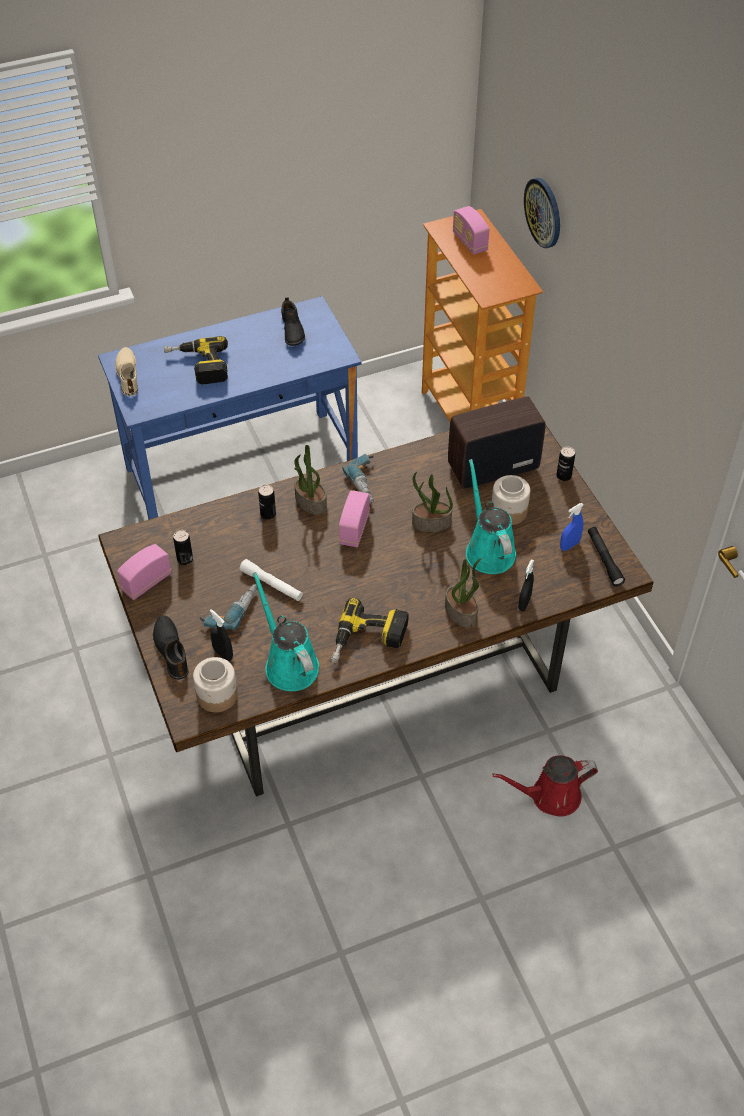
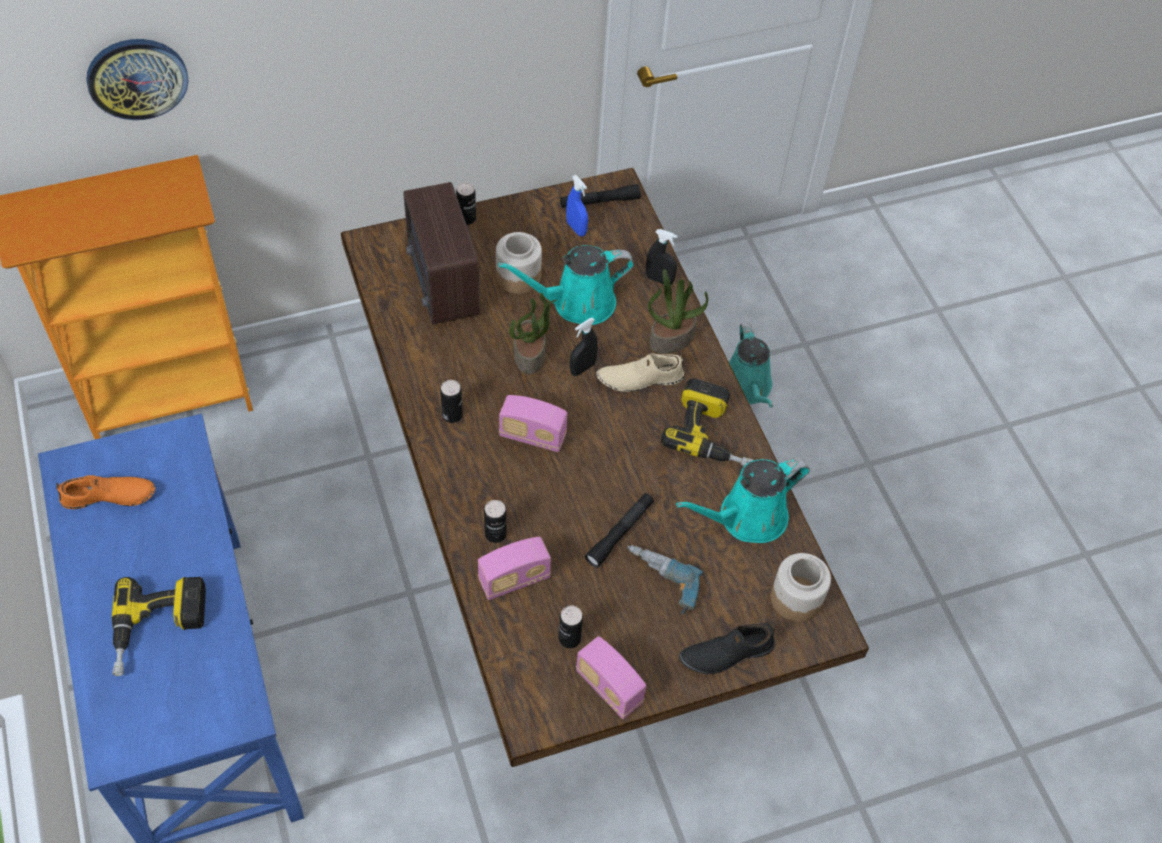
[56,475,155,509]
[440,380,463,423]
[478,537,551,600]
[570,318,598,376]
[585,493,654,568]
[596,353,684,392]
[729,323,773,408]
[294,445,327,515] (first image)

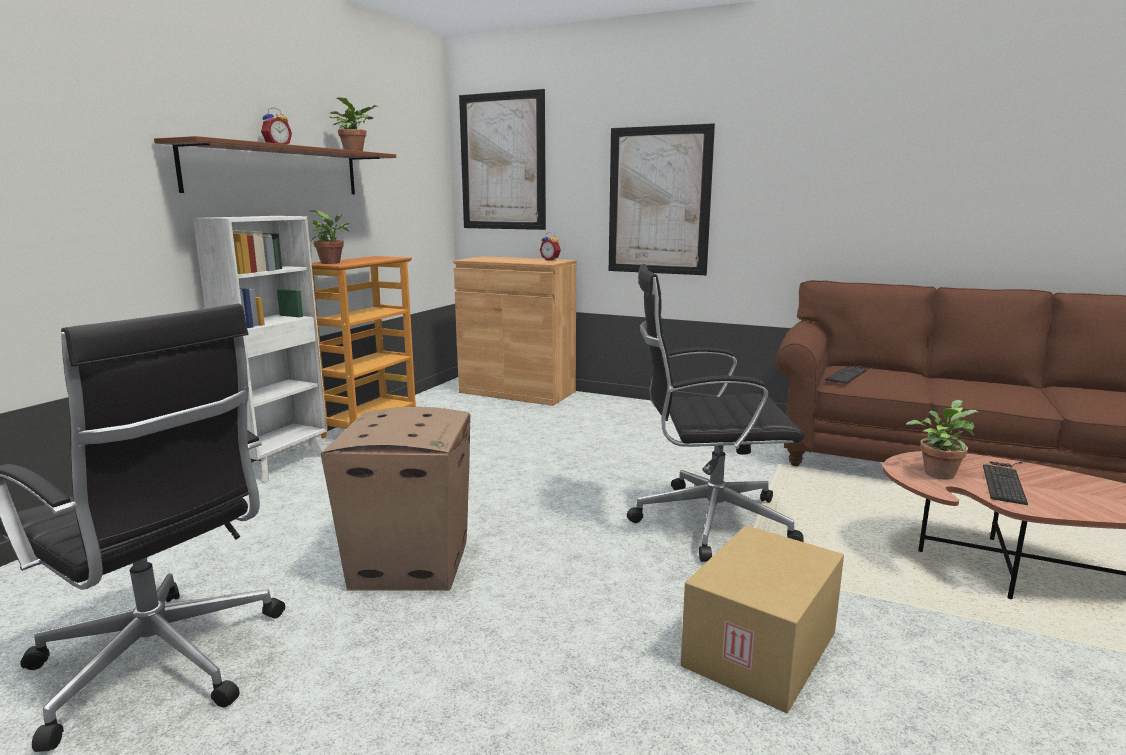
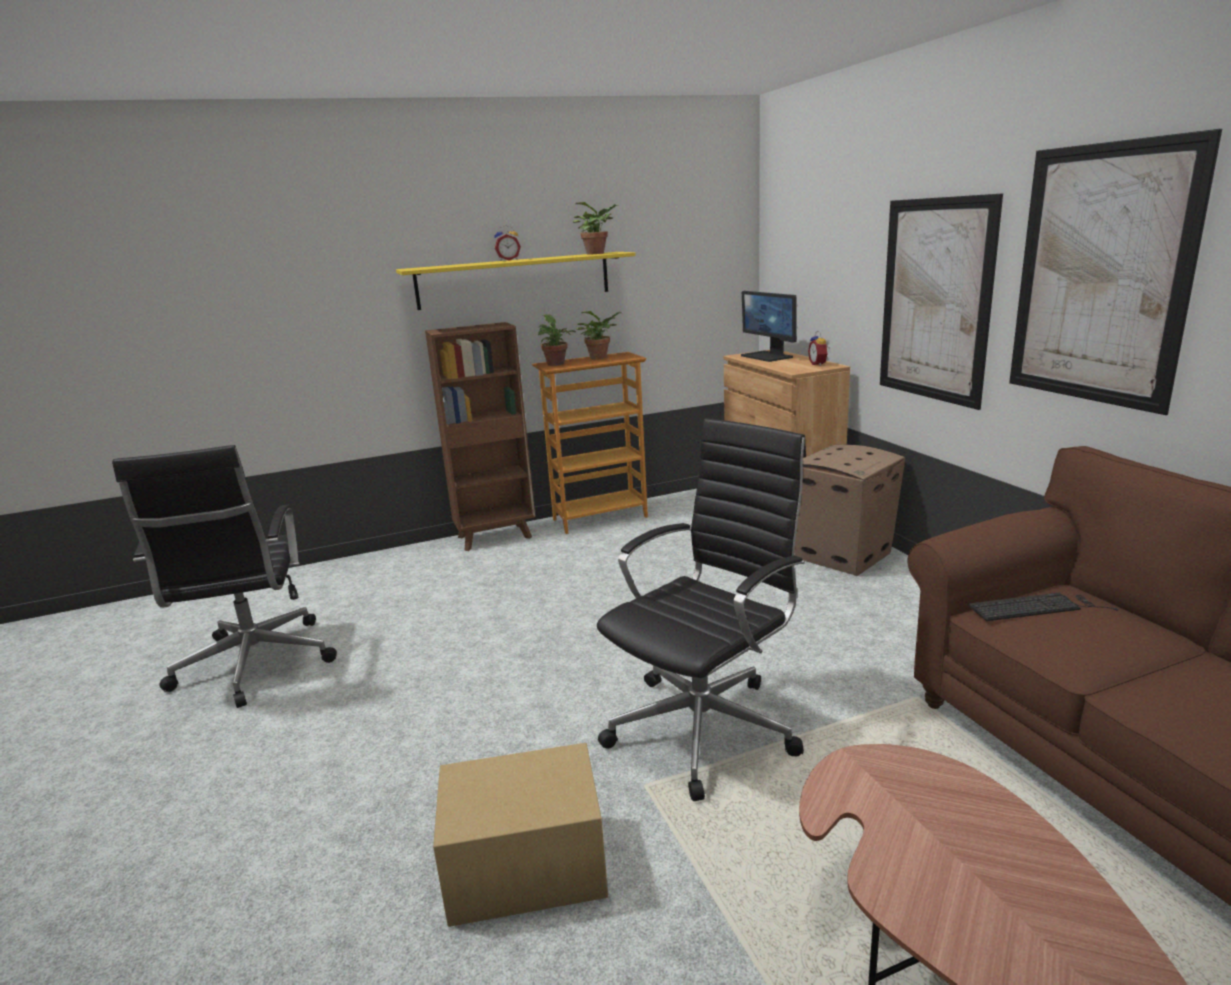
[396,252,636,310]
[425,322,535,551]
[576,311,622,359]
[597,418,806,801]
[741,291,797,362]
[794,445,905,576]
[1009,129,1222,415]
[983,461,1028,505] (first image)

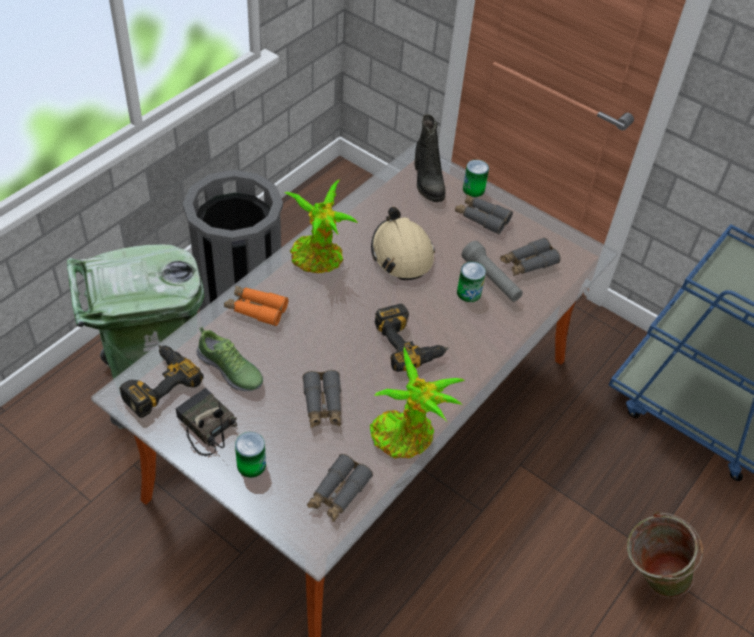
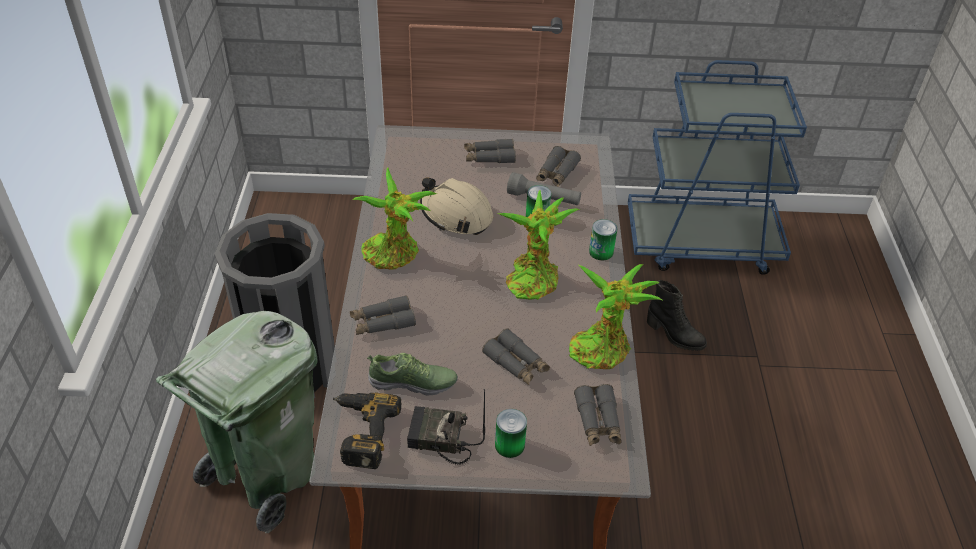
[350,295,416,335]
[497,190,581,300]
[589,219,618,260]
[647,280,707,351]
[627,512,703,598] (first image)

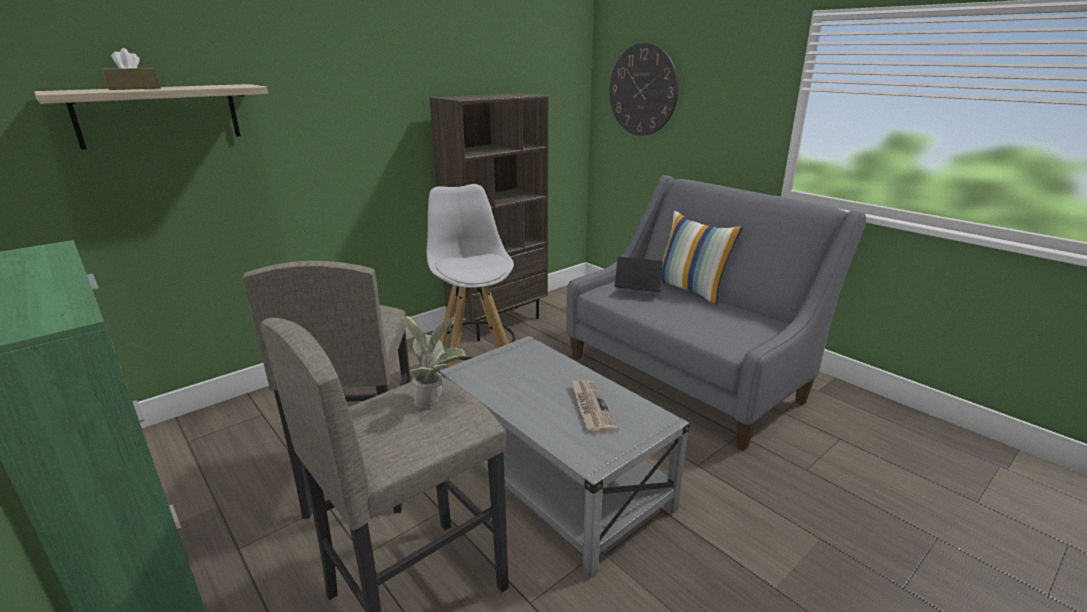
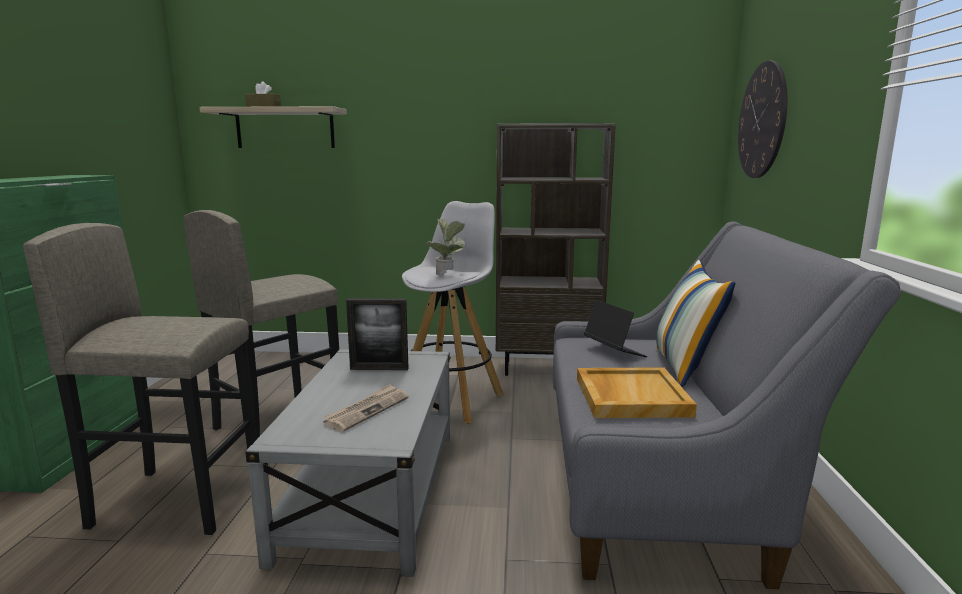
[346,298,408,370]
[426,218,465,275]
[577,367,697,418]

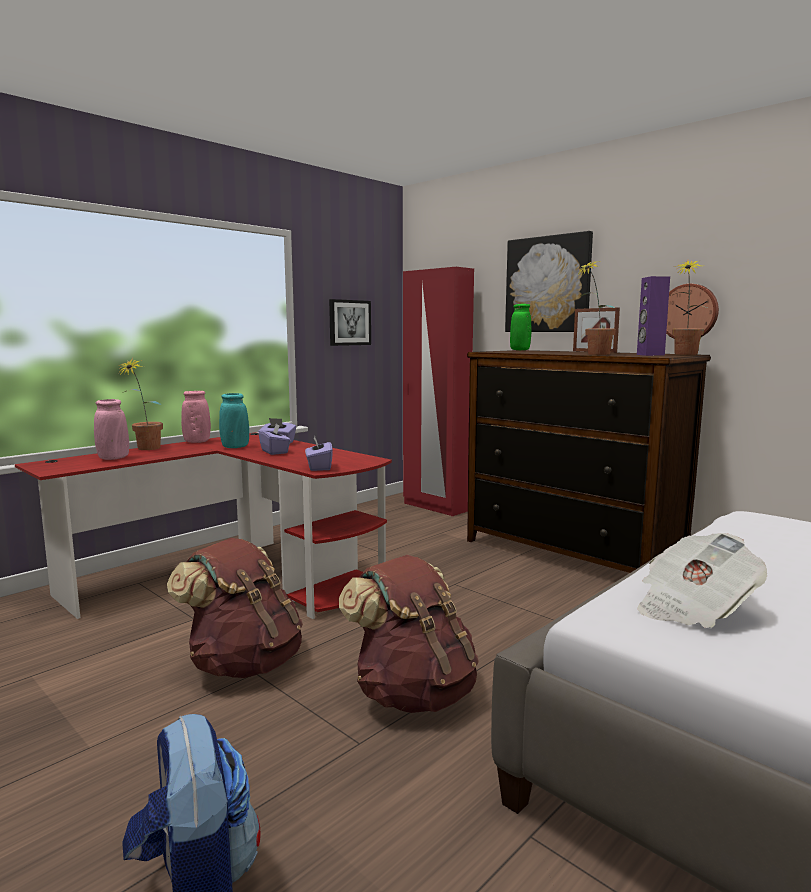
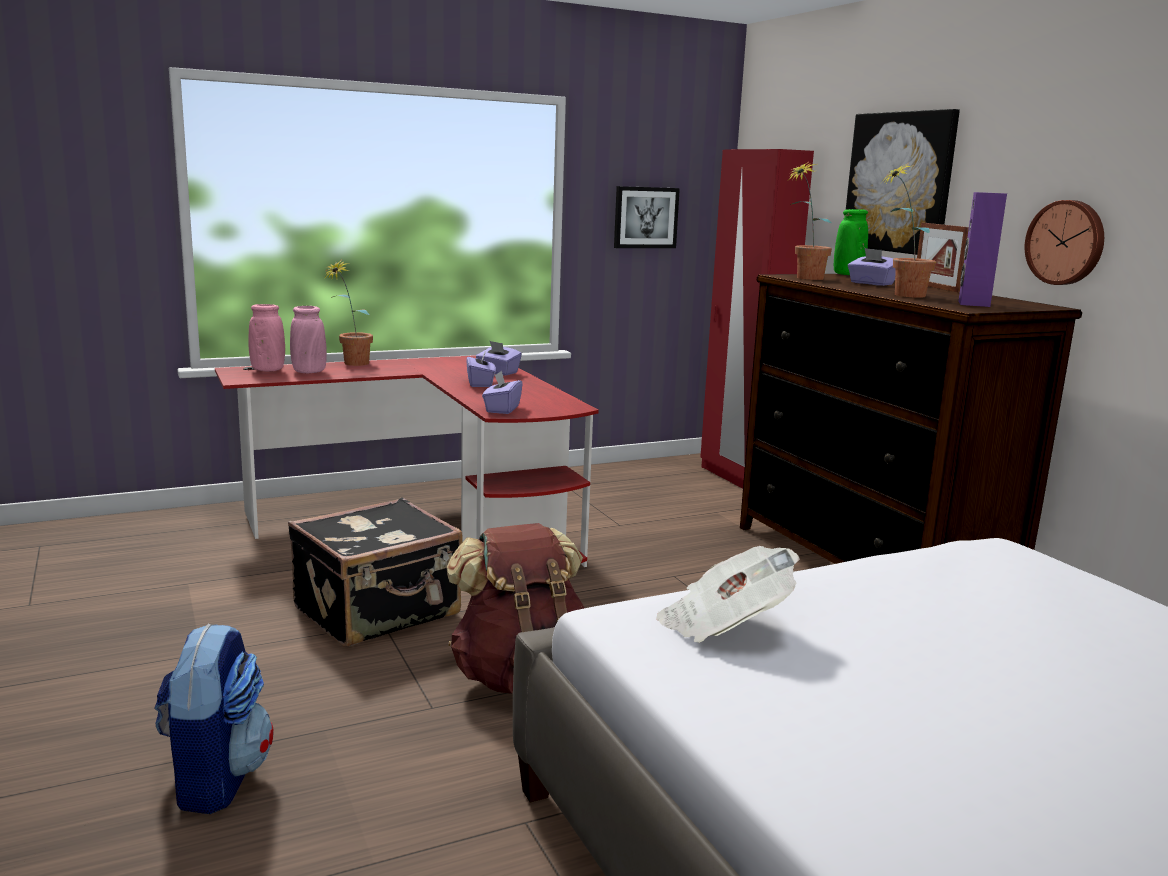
[248,304,285,372]
[288,497,463,647]
[787,161,832,280]
[848,248,896,286]
[219,393,249,448] (first image)

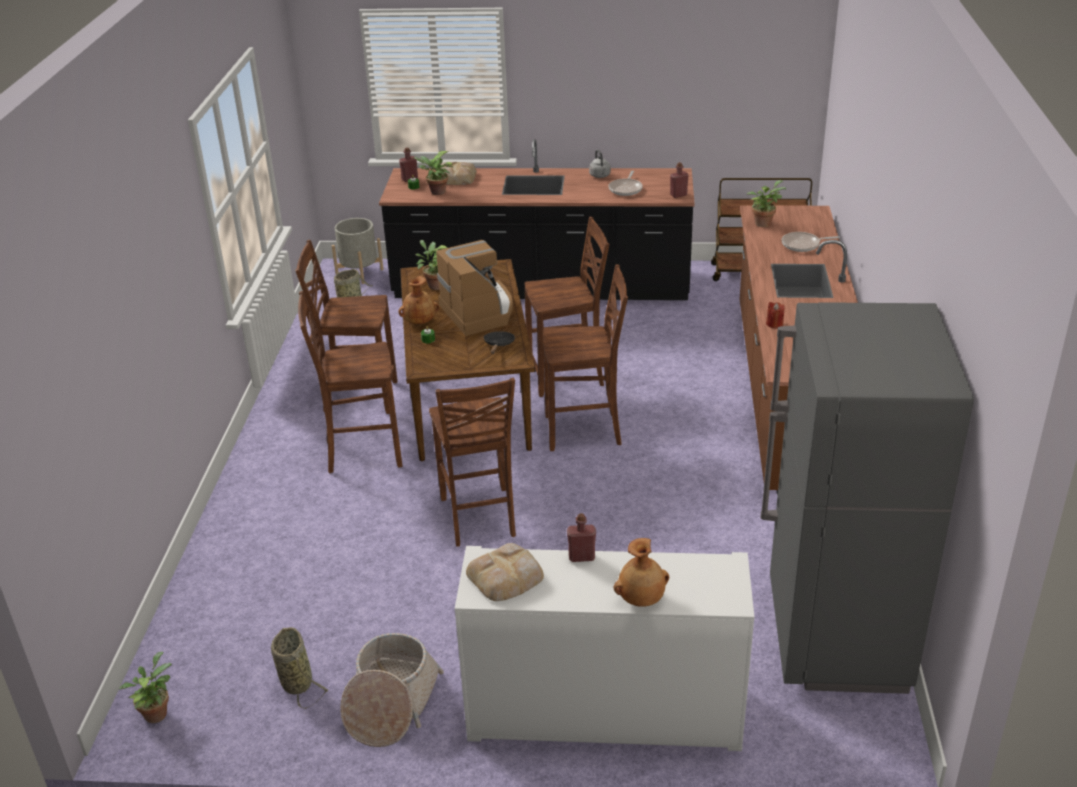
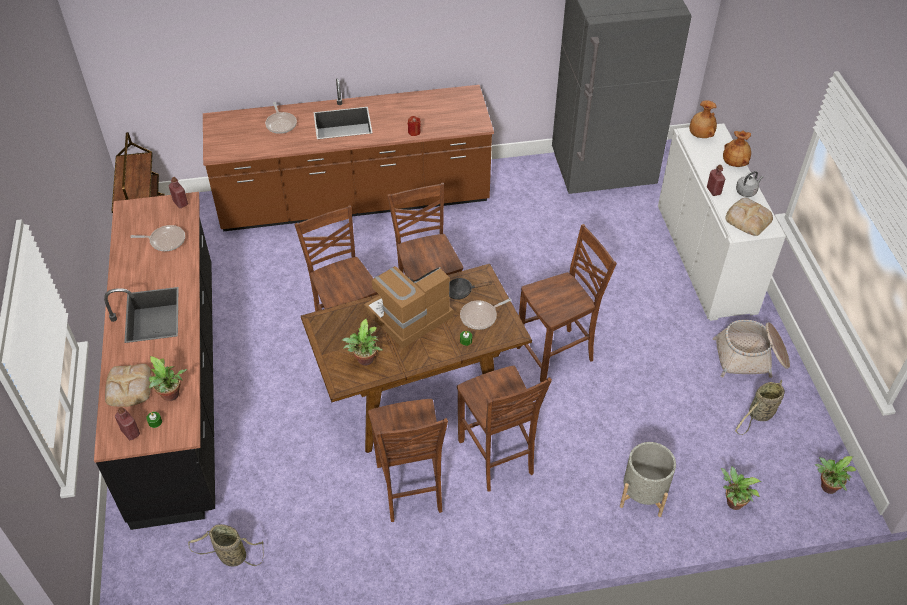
[460,298,511,330]
[620,442,676,517]
[690,100,717,138]
[721,466,761,510]
[736,171,763,197]

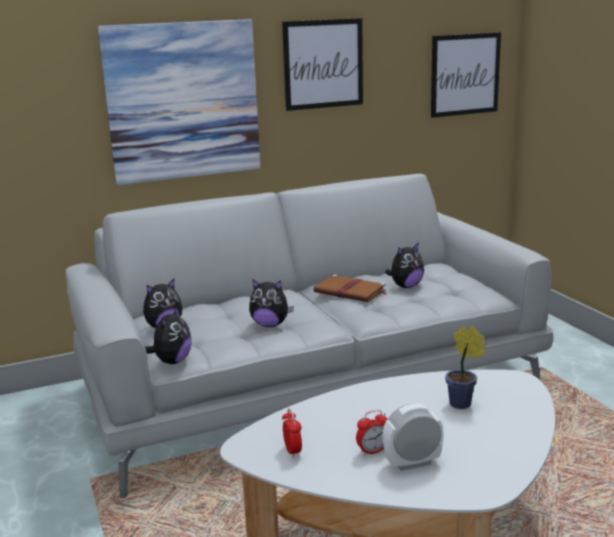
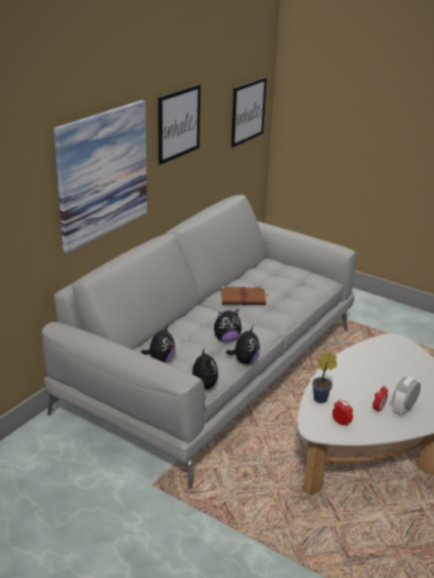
[226,326,260,364]
[312,352,337,403]

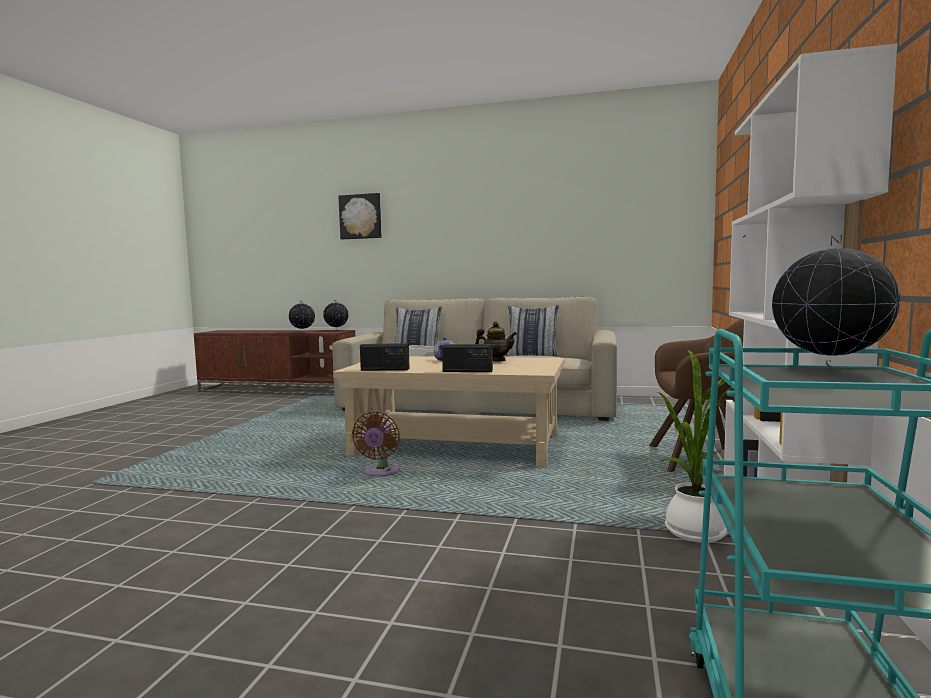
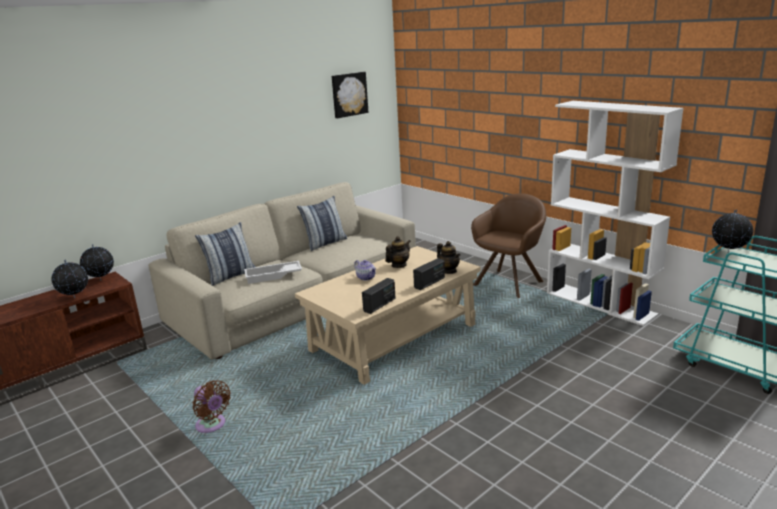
[193,380,231,433]
[332,72,368,118]
[437,241,460,274]
[658,350,732,543] (first image)

